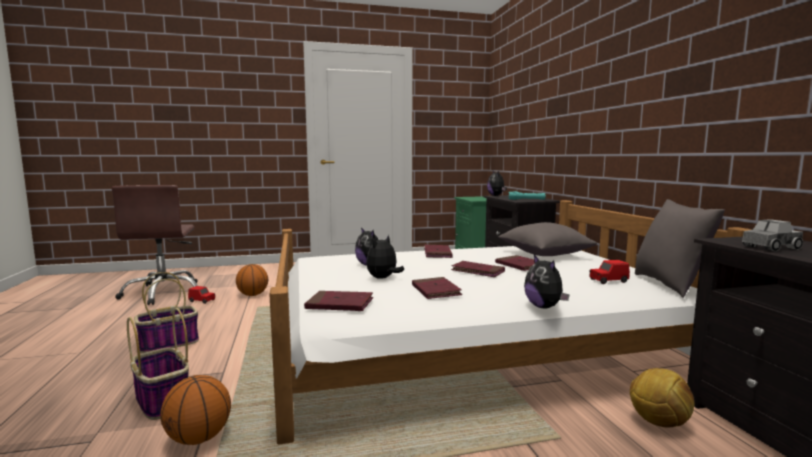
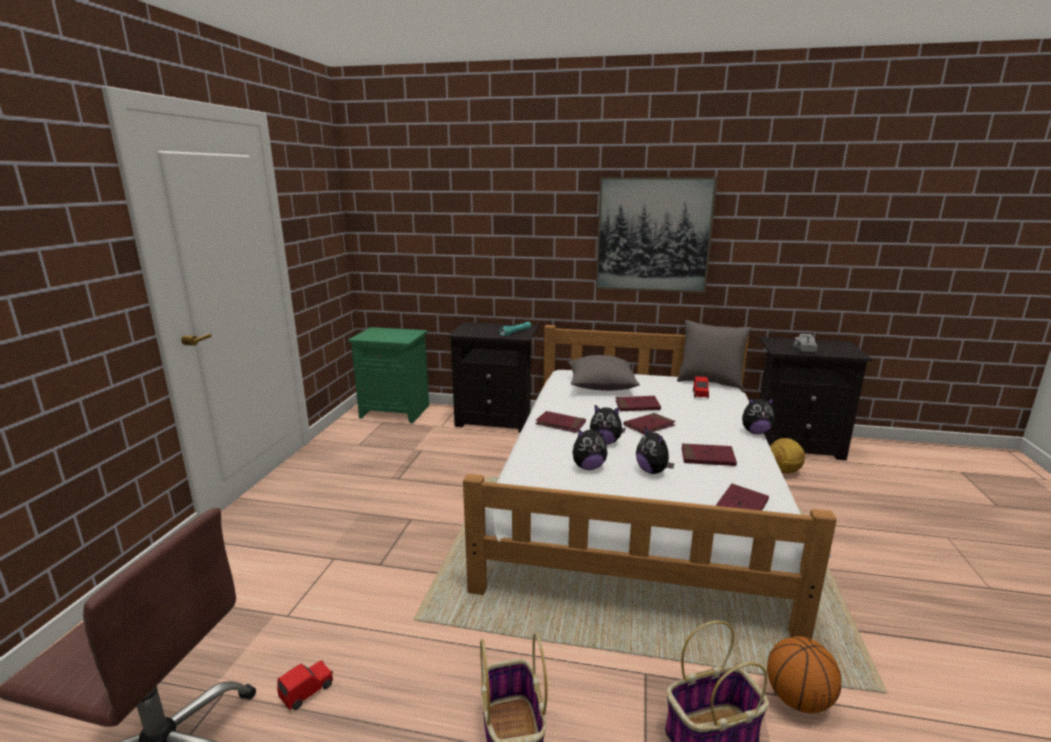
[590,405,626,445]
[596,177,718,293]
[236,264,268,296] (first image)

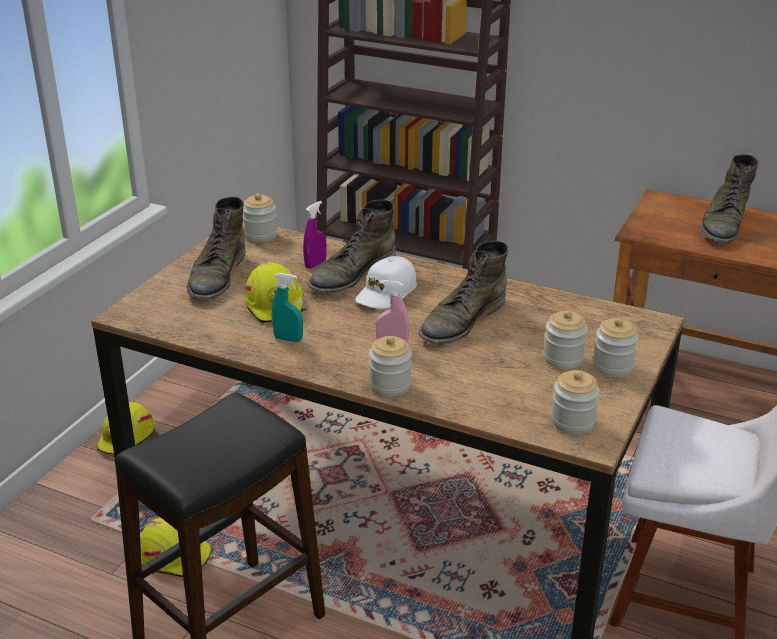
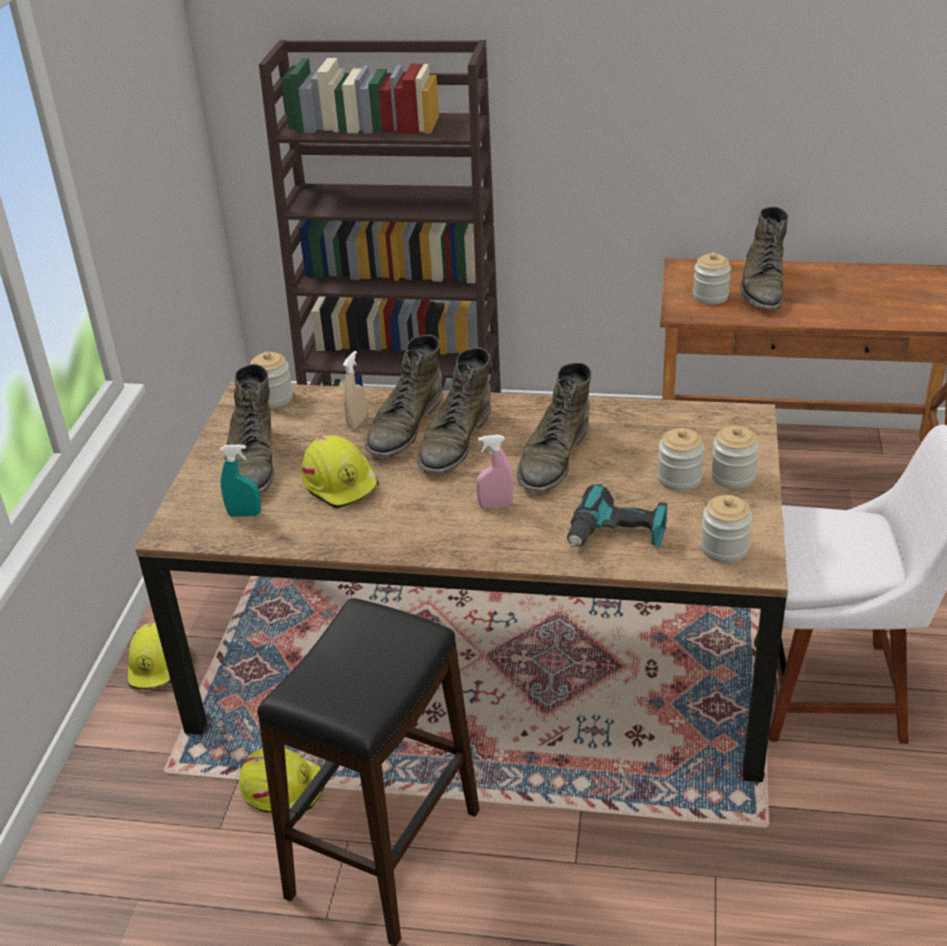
[220,445,261,517]
[343,351,367,429]
[417,347,491,475]
[567,484,667,548]
[693,252,731,305]

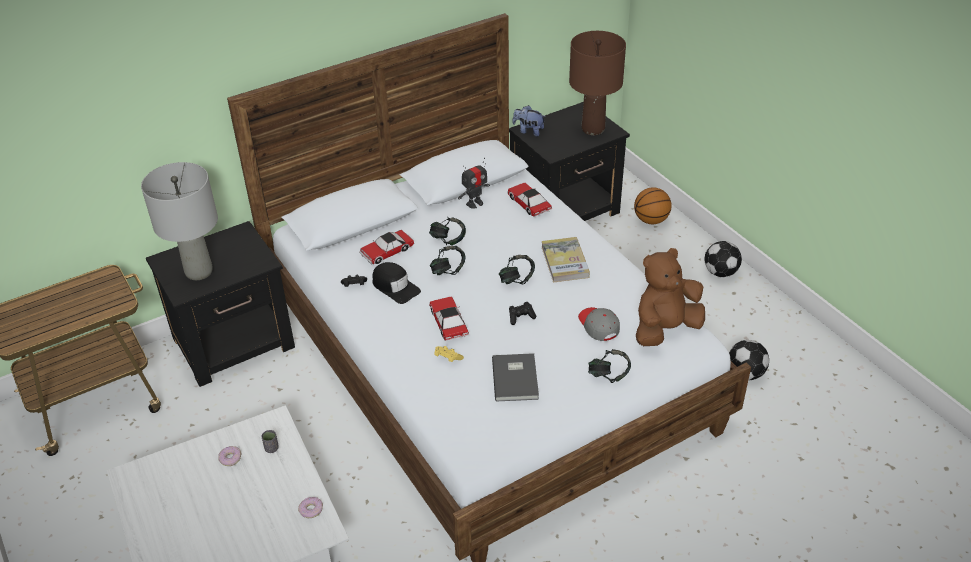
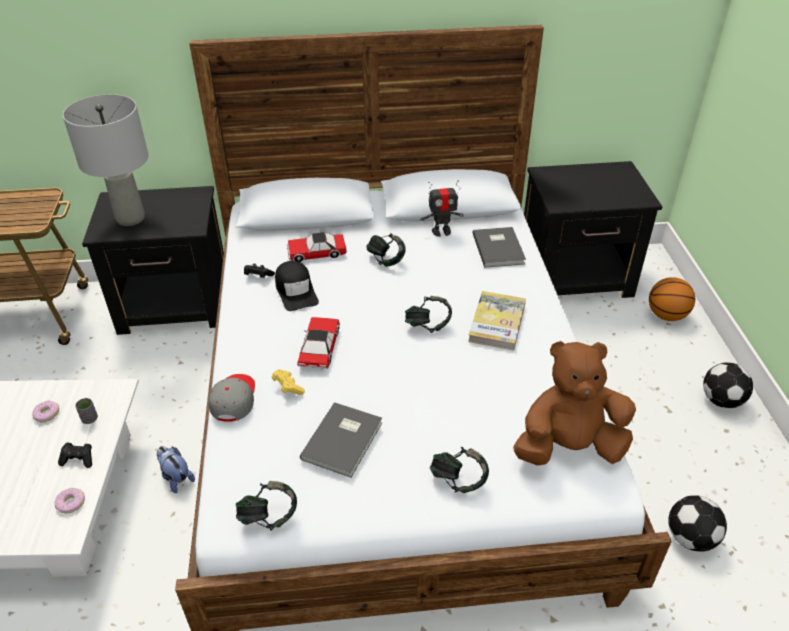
[58,443,92,468]
[157,446,195,493]
[209,374,255,422]
[236,481,297,530]
[472,227,526,268]
[569,31,626,135] (first image)

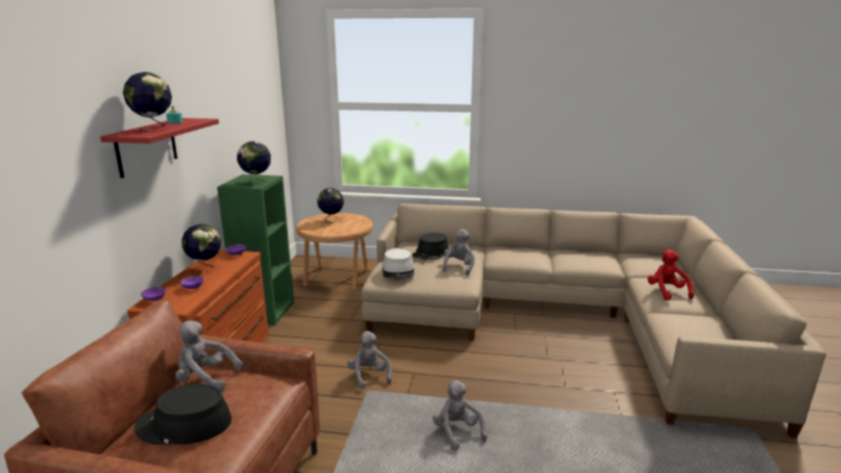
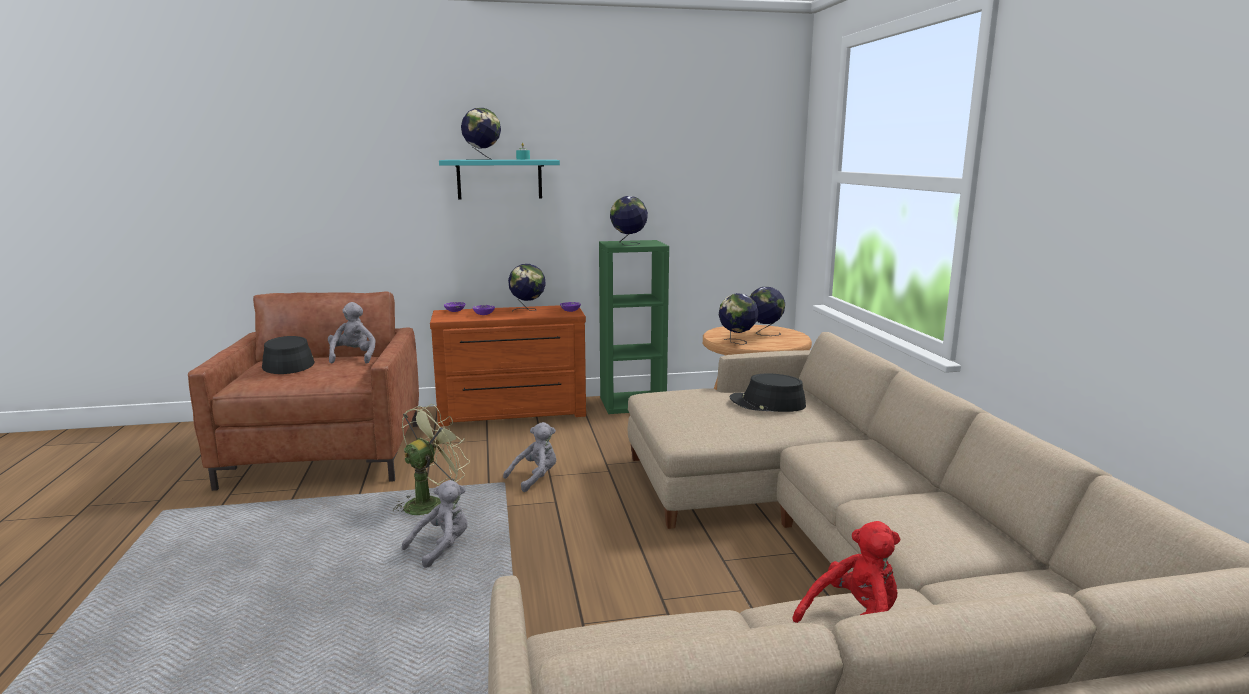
[393,404,470,515]
[439,160,560,199]
[719,293,758,345]
[382,248,415,279] (first image)
[443,229,475,276] (first image)

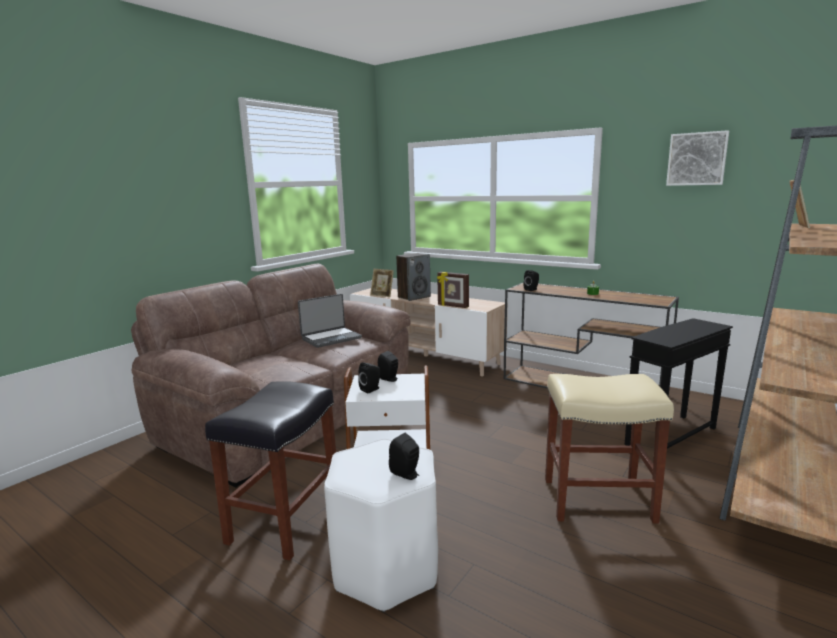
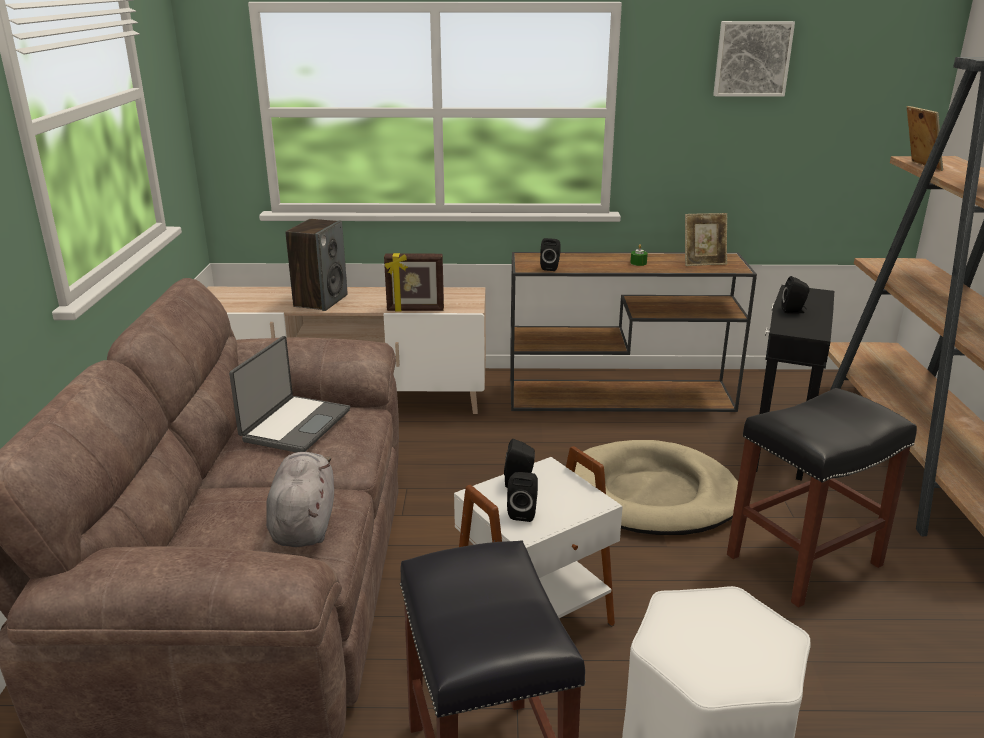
[266,452,334,547]
[575,440,738,535]
[685,213,727,266]
[727,388,917,608]
[781,276,810,313]

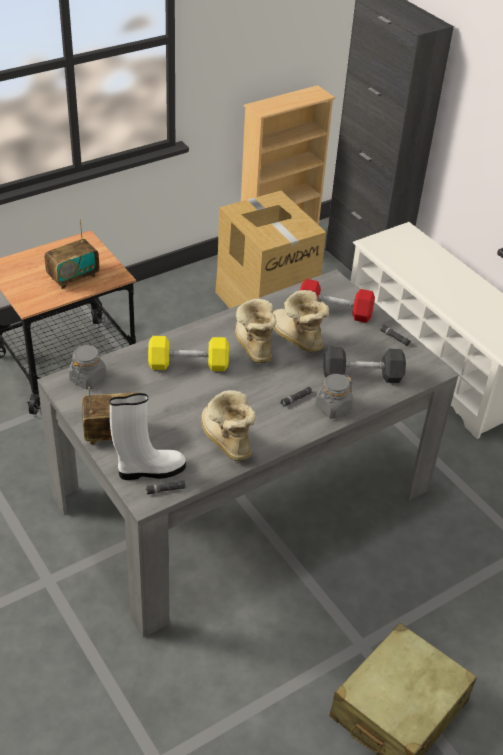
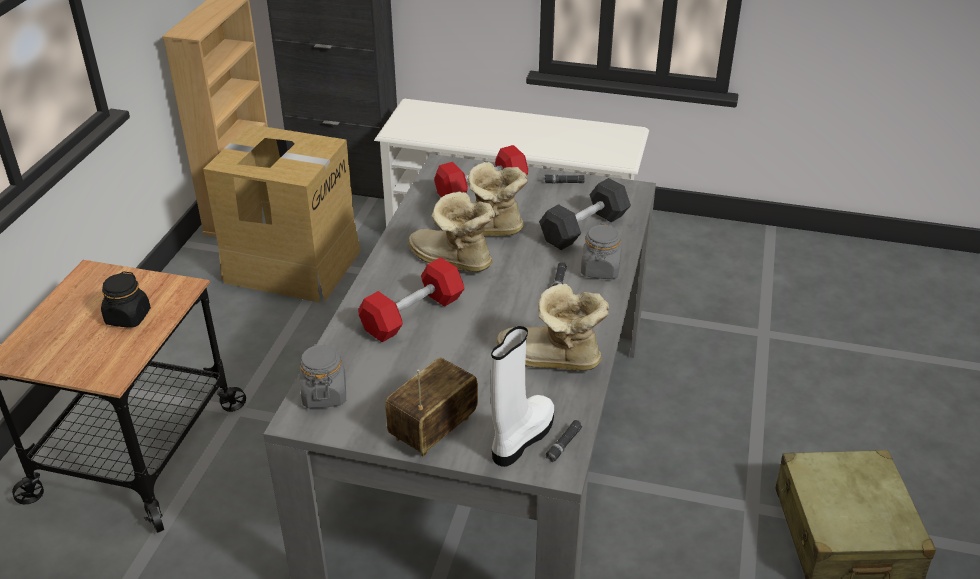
[101,271,151,328]
[358,257,465,342]

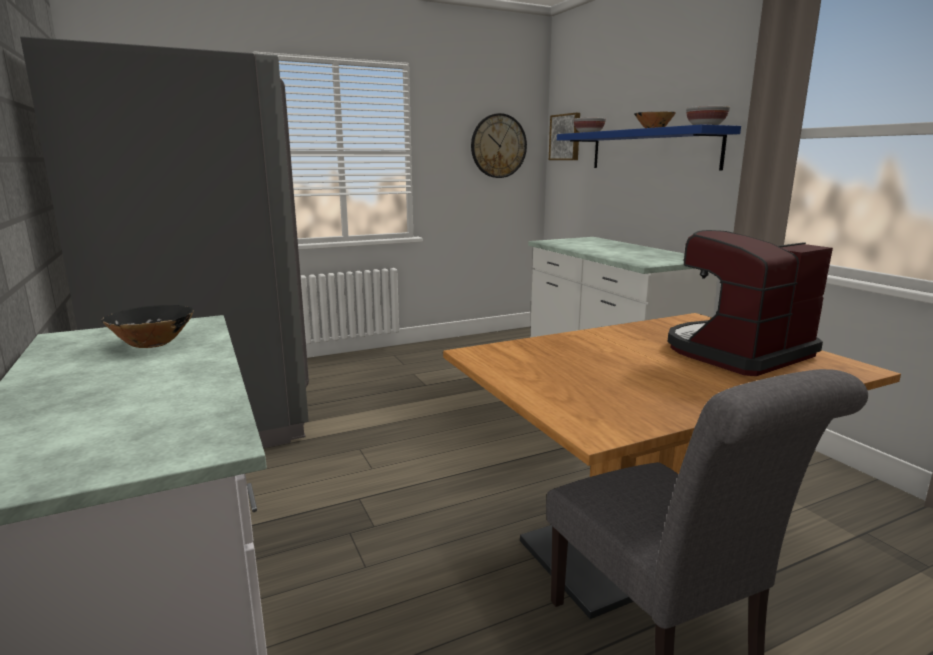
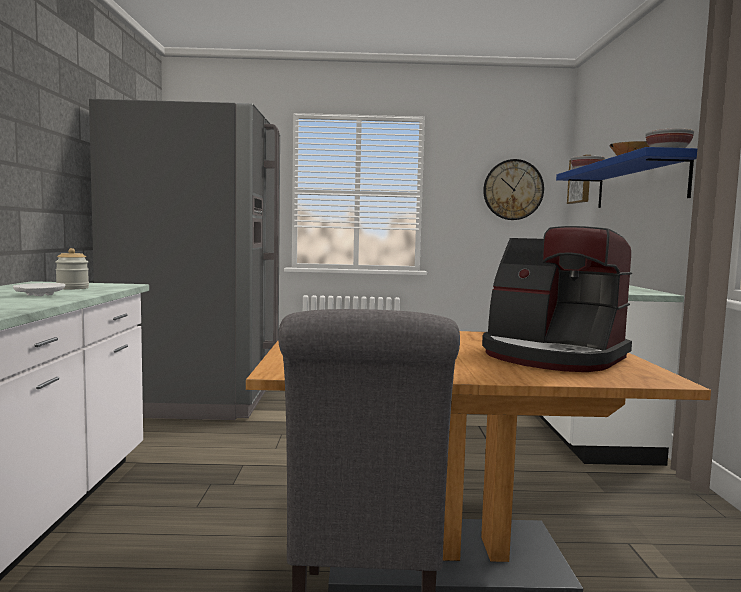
[13,283,65,296]
[55,248,89,289]
[482,226,632,372]

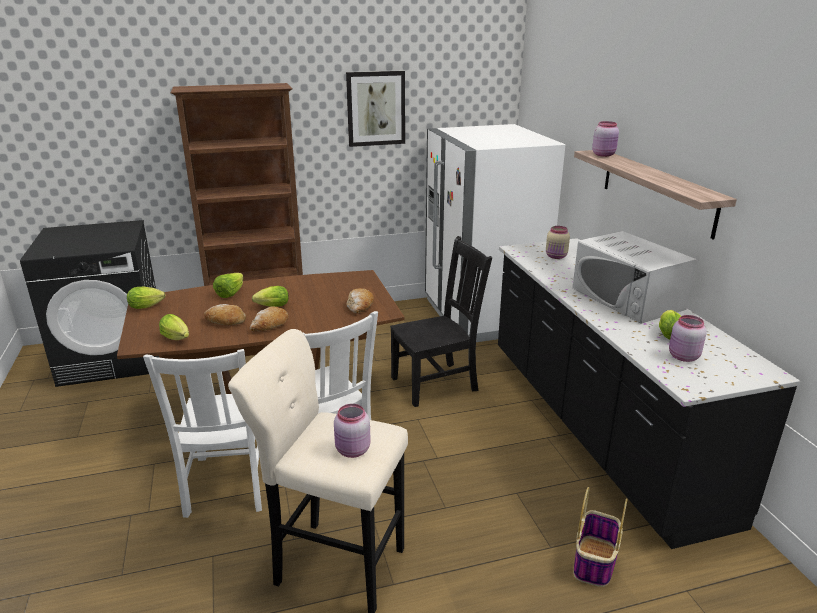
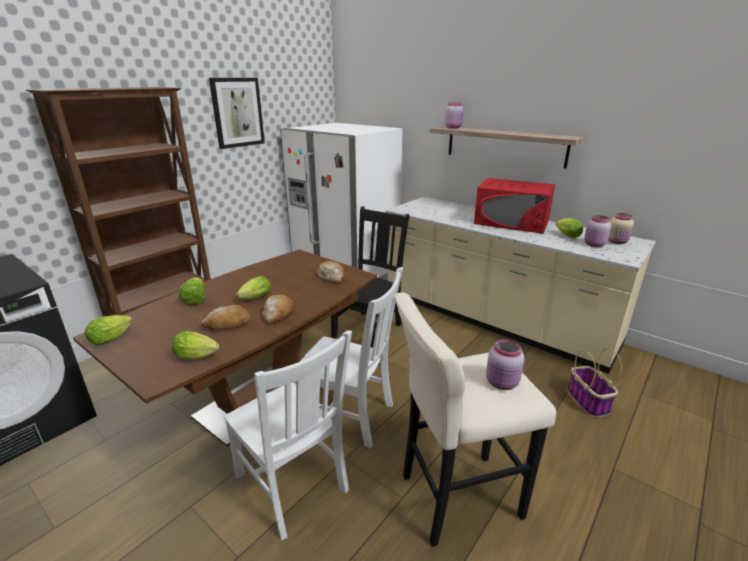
[386,197,656,374]
[474,178,555,234]
[608,213,634,244]

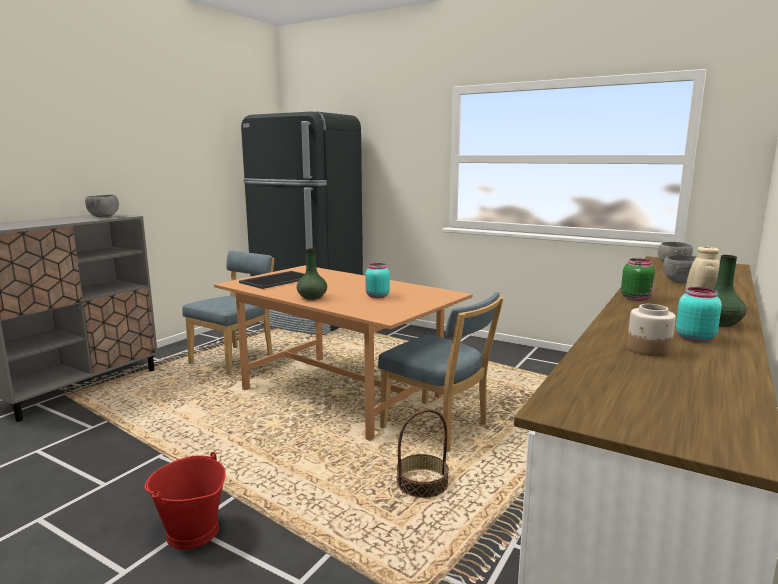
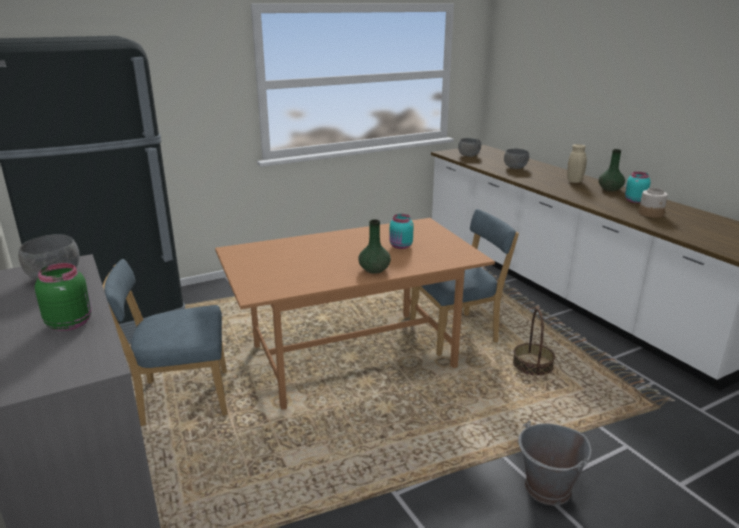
[35,263,92,331]
[103,259,227,426]
[518,421,591,506]
[239,271,305,289] (first image)

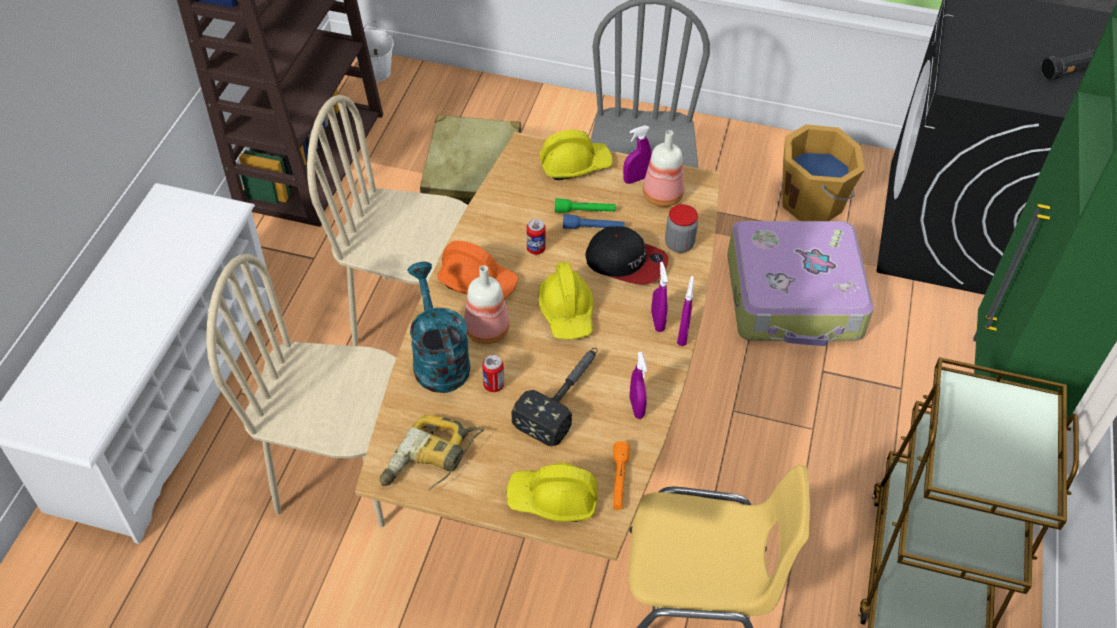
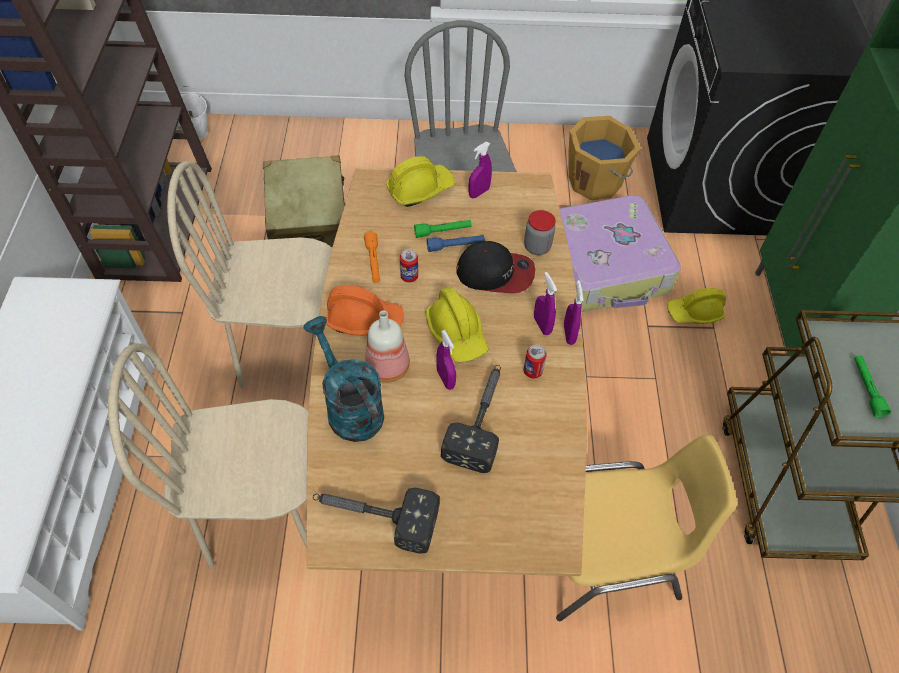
[313,488,440,554]
[364,232,380,283]
[436,330,456,390]
[523,345,547,378]
[667,288,726,324]
[854,355,891,417]
[643,130,684,207] (first image)
[1041,49,1095,80] (first image)

